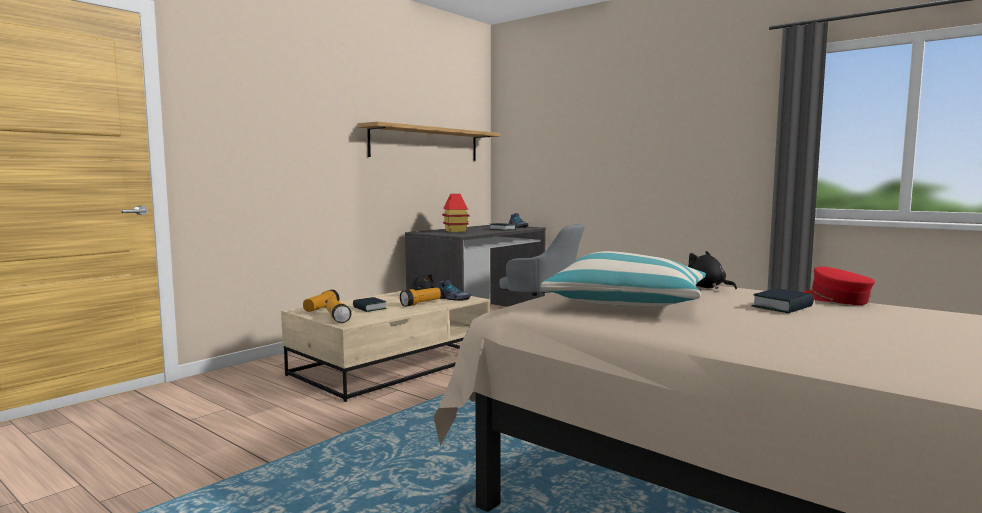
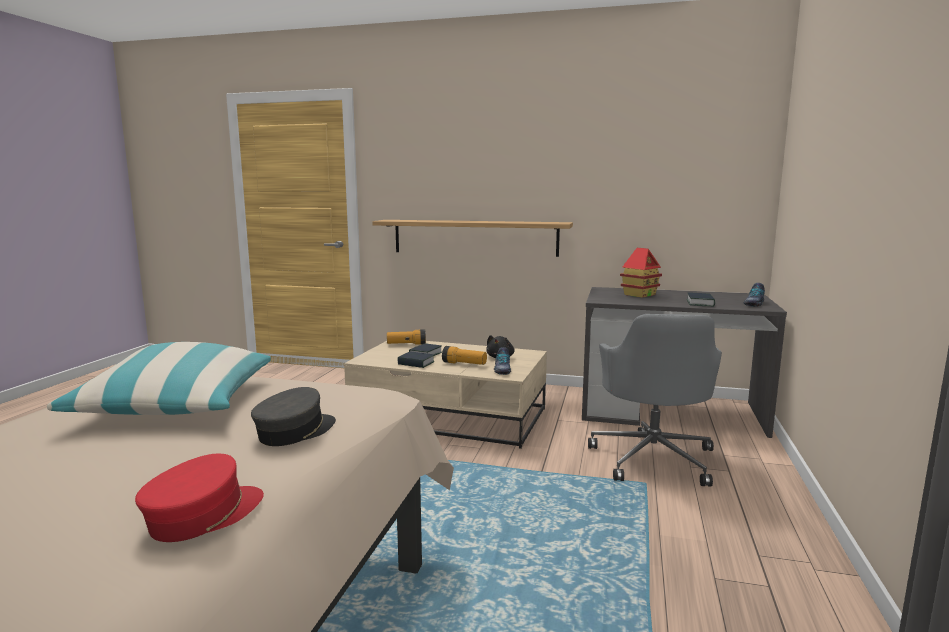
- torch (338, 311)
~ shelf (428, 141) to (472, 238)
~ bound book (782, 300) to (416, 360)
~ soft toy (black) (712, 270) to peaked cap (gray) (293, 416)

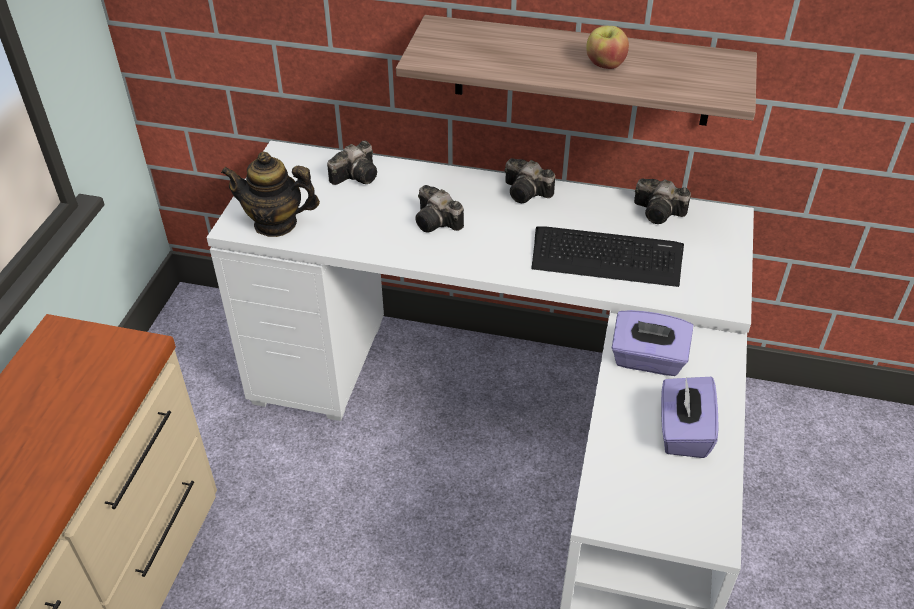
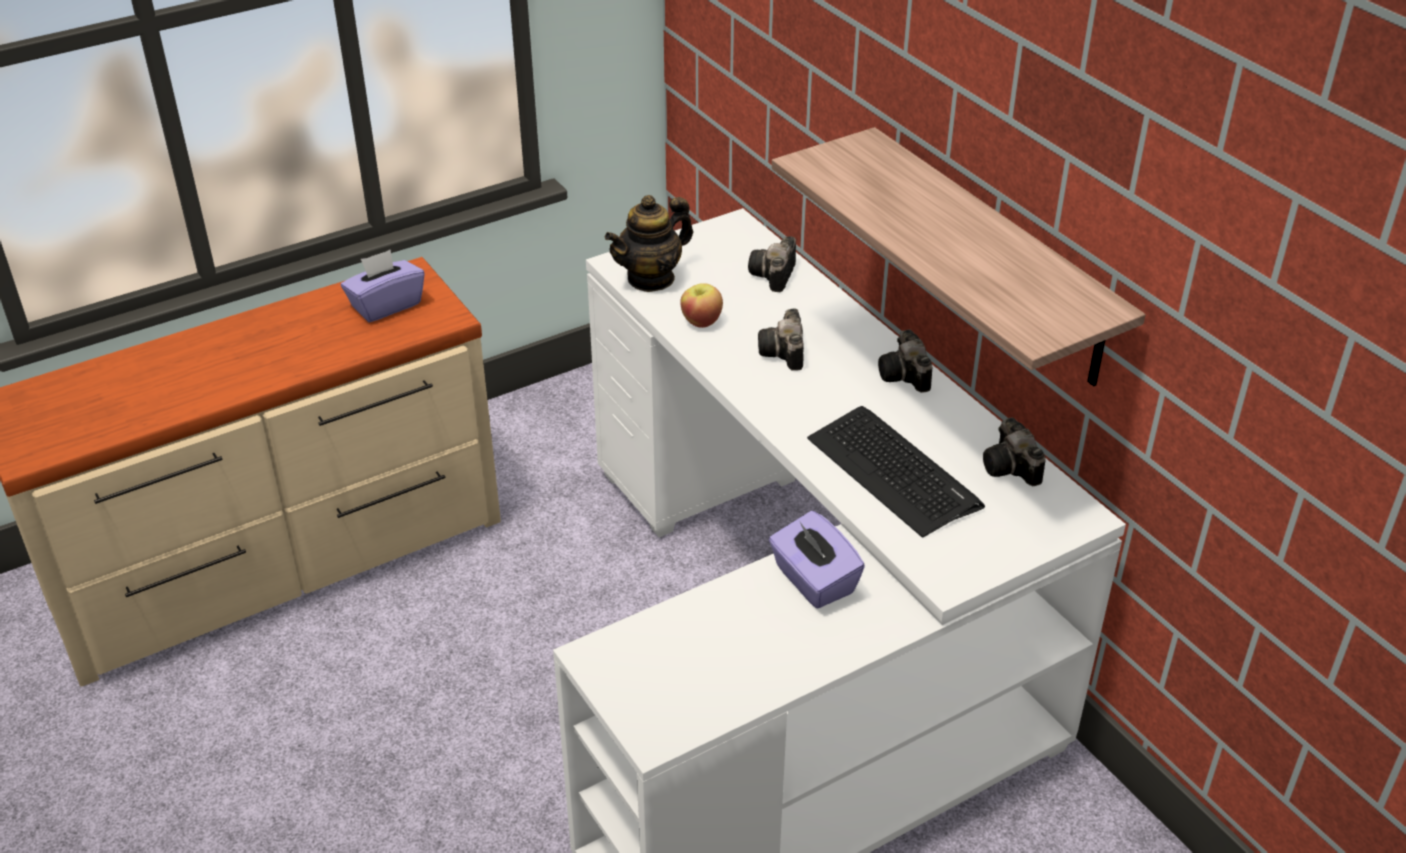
~ apple fruit (607, 47) to (701, 305)
~ box of tissues (purple) (689, 417) to (383, 286)
~ pot for tea (270, 194) = (649, 243) 90 degrees counterclockwise
~ photo camera (352, 162) = (772, 264) 105 degrees clockwise

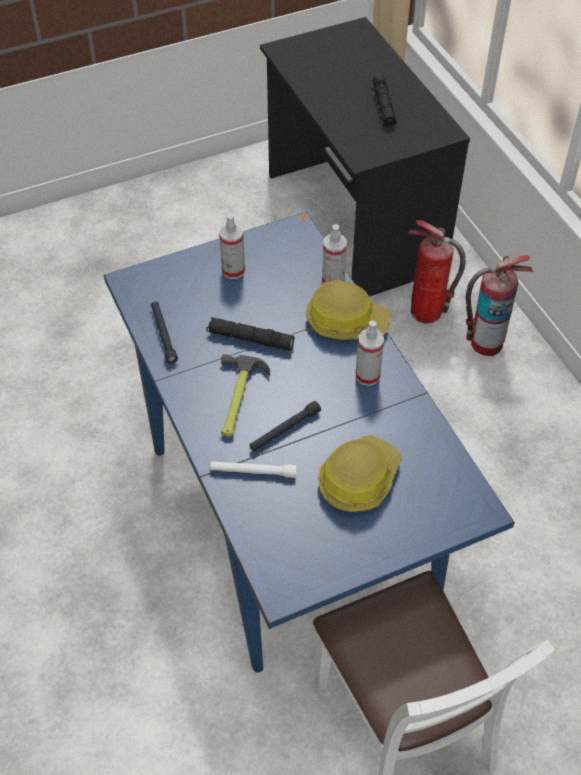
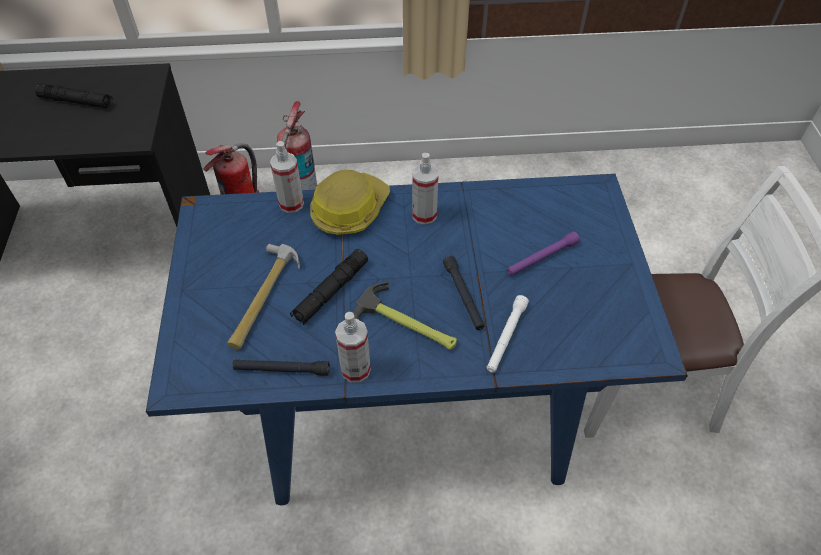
+ tool hammer (264, 296)
~ spray bottle (232, 246) to (353, 347)
~ work helmet (360, 473) to torch (purple) (543, 253)

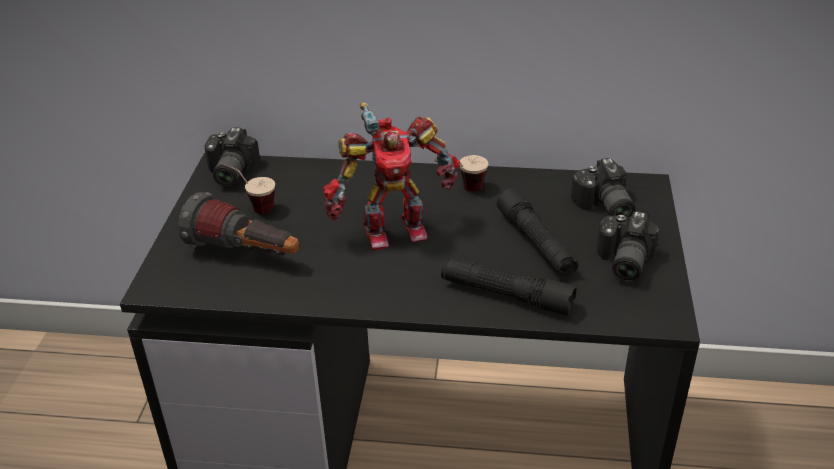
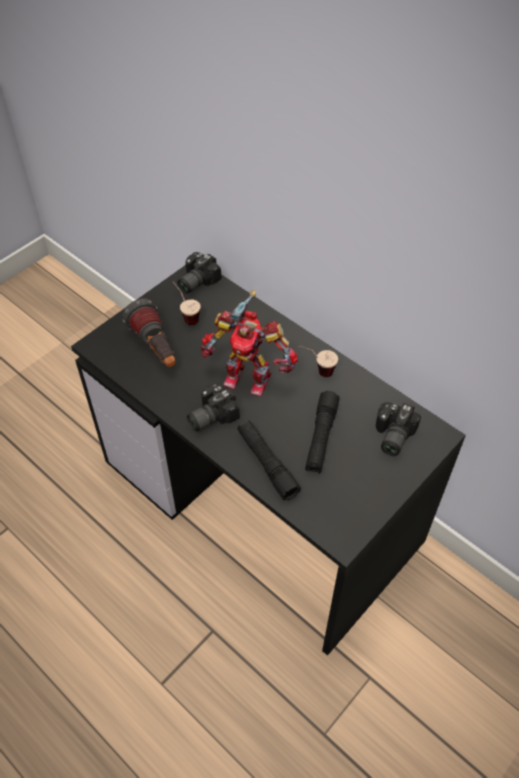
~ photo camera (628, 246) to (213, 406)

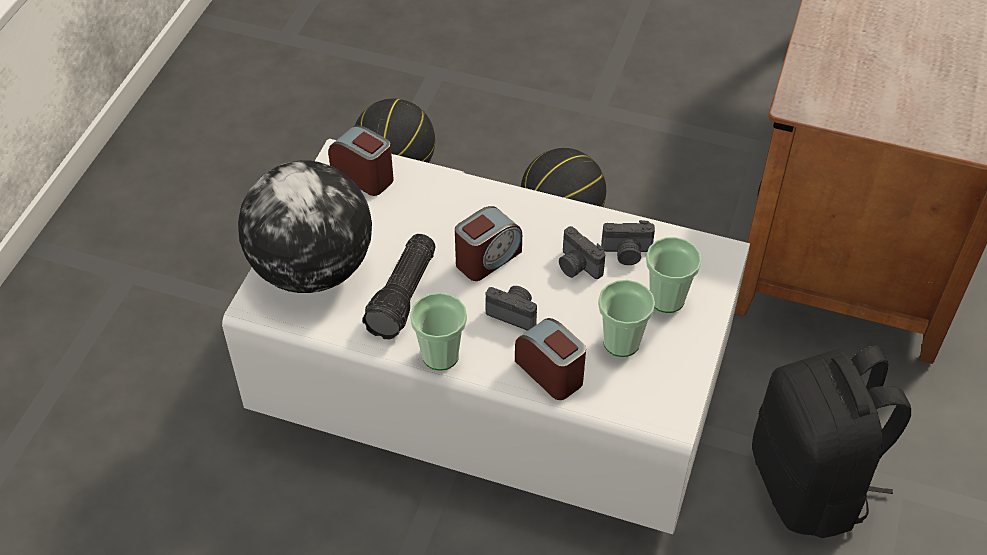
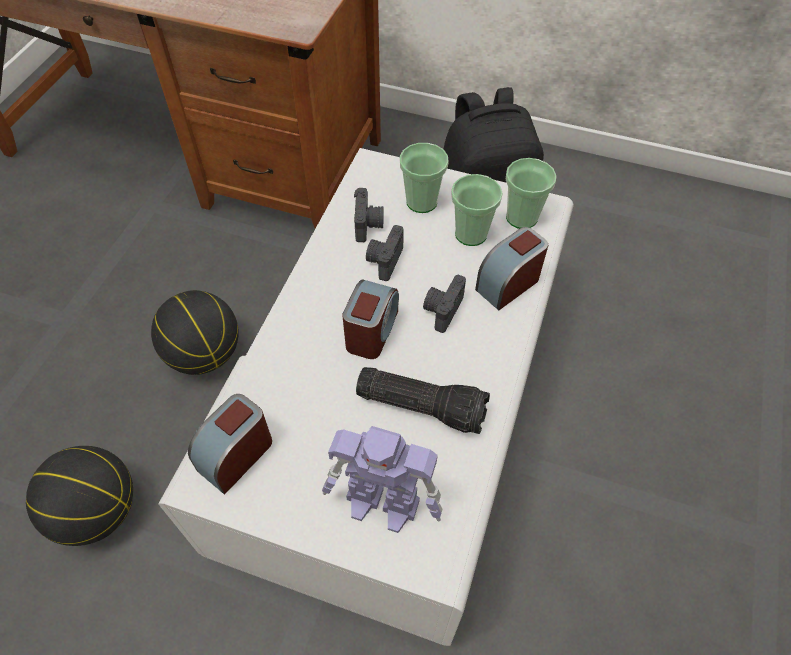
~ cup (438, 332) to (531, 193)
~ globe (305, 226) to robot figure (382, 479)
~ table clock (488, 243) = (370, 319) 60 degrees clockwise
~ photo camera (582, 252) = (385, 253) 150 degrees clockwise

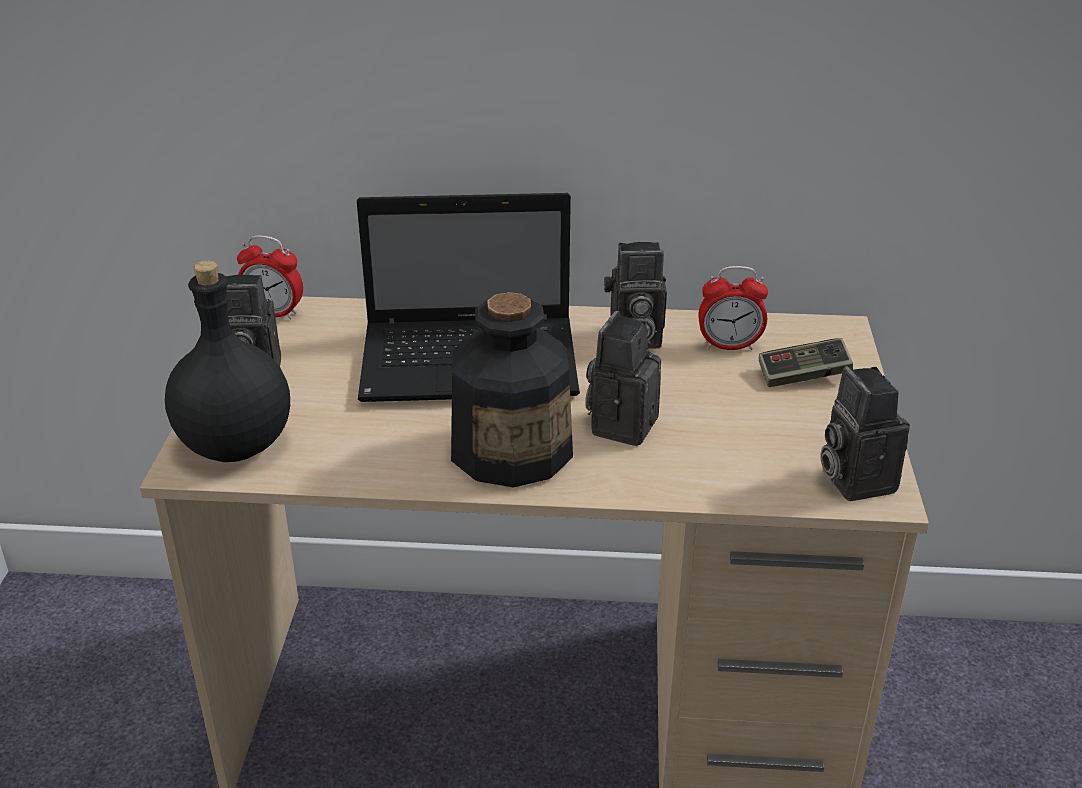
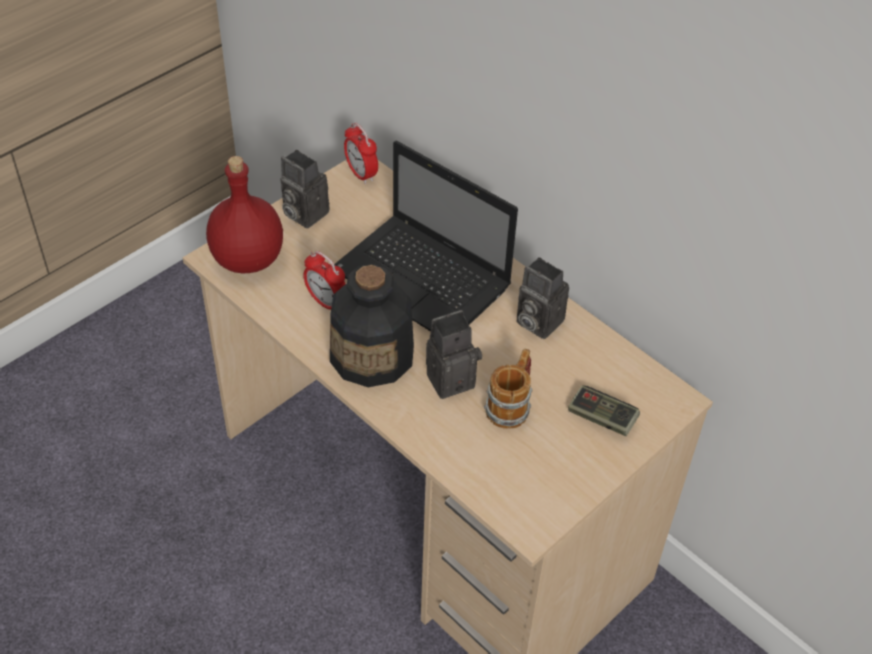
- photo camera (865, 433)
+ tea mug (508, 389)
~ table clock (733, 308) to (324, 280)
~ bottle (black) (227, 361) to bottle (red-coloured) (244, 214)

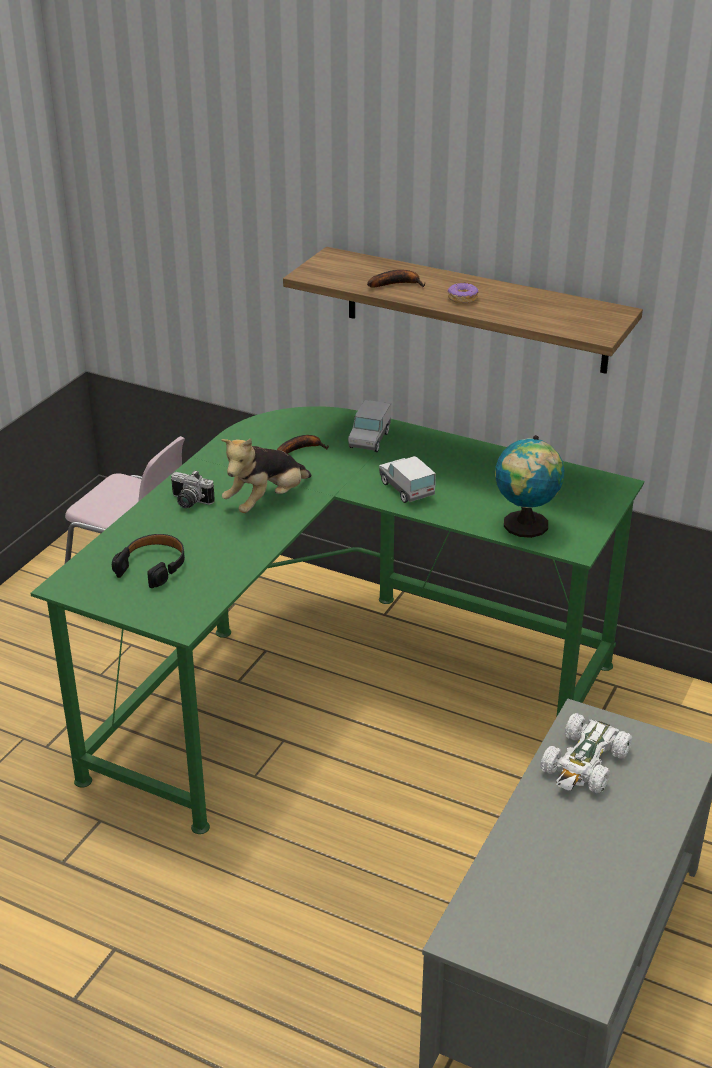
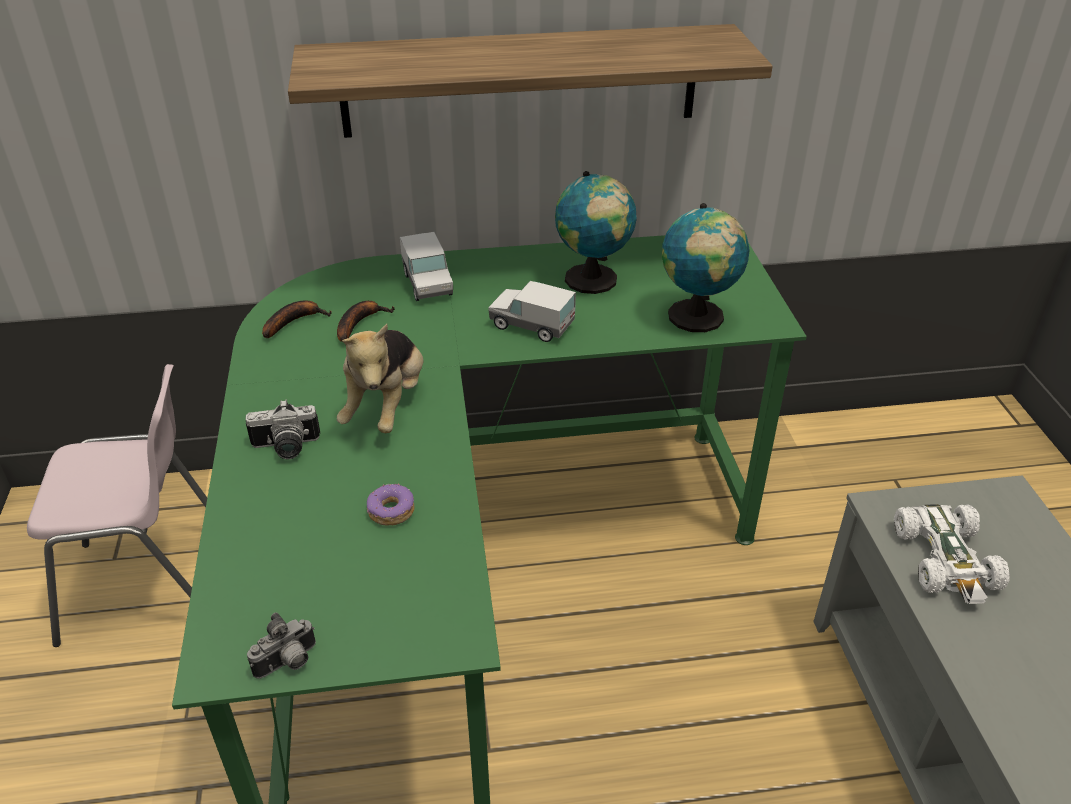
- headphones (black) (148, 561)
+ photo camera (281, 645)
+ globe (596, 232)
~ banana fruit (396, 279) to (297, 319)
~ ring doughnut (463, 293) to (391, 504)

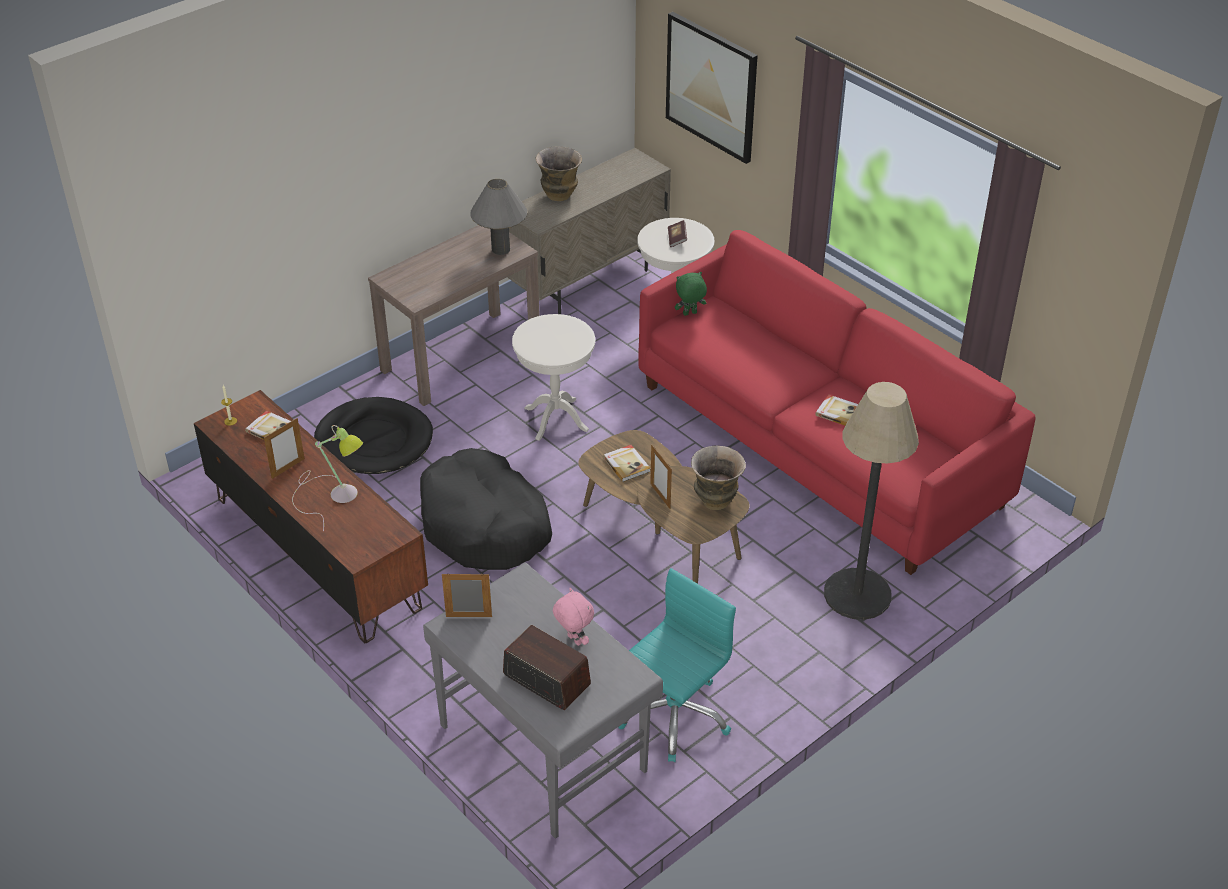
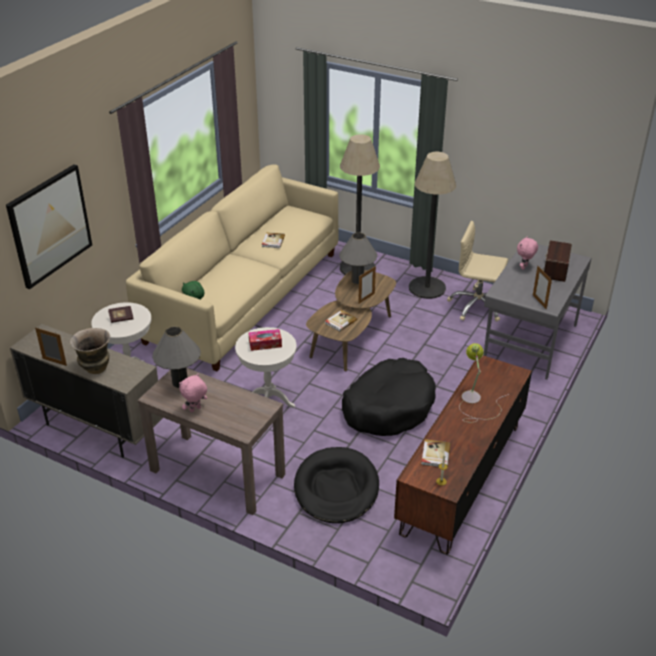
+ soft toy (pinkish) (193, 392)
+ box of tissues (265, 340)
+ standard lamp (432, 225)
~ photo frame (284, 448) to (51, 346)
~ flower vase (718, 477) to table lamp (gray) (358, 258)
~ office chair (turquoise-coloured) (677, 665) to office chair (beige) (477, 271)
~ sofa (red-coloured) (837, 402) to sofa (beige) (232, 267)

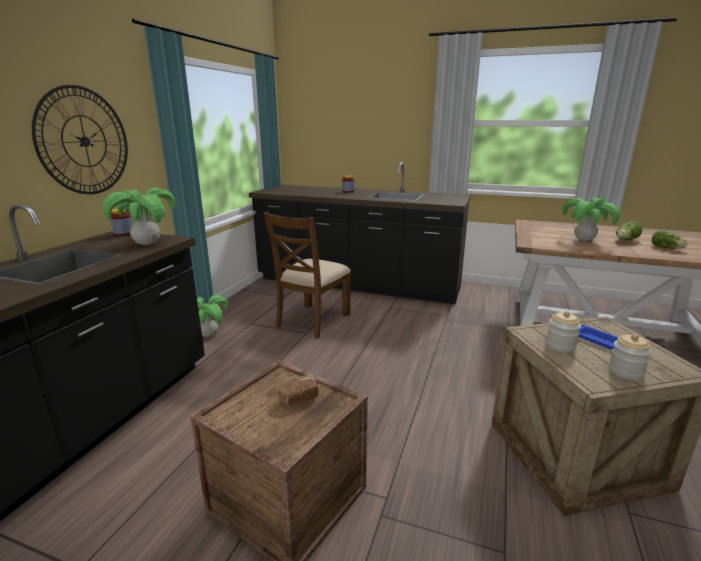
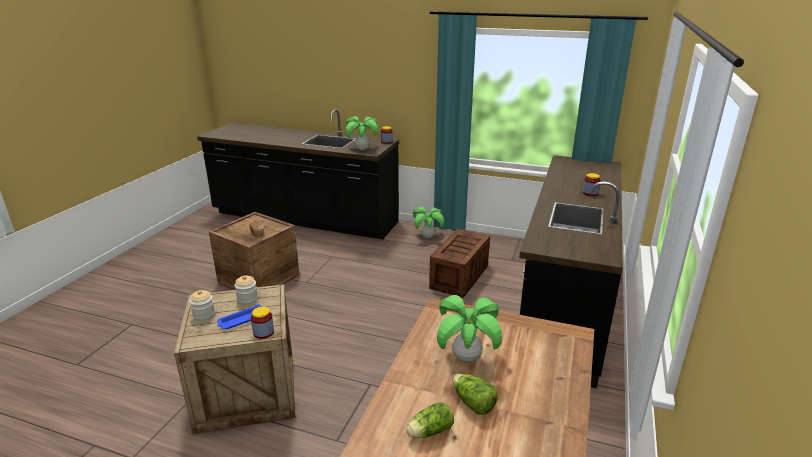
- clock on the wall (80, 139)
+ storage jar (262, 323)
~ plain chair (brown-coloured) (307, 275) to packing crate (459, 263)

